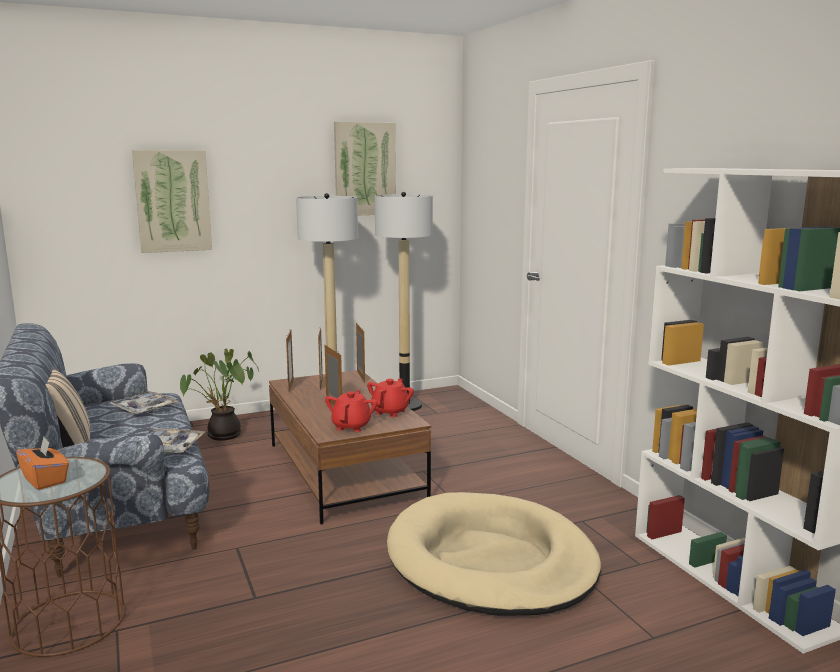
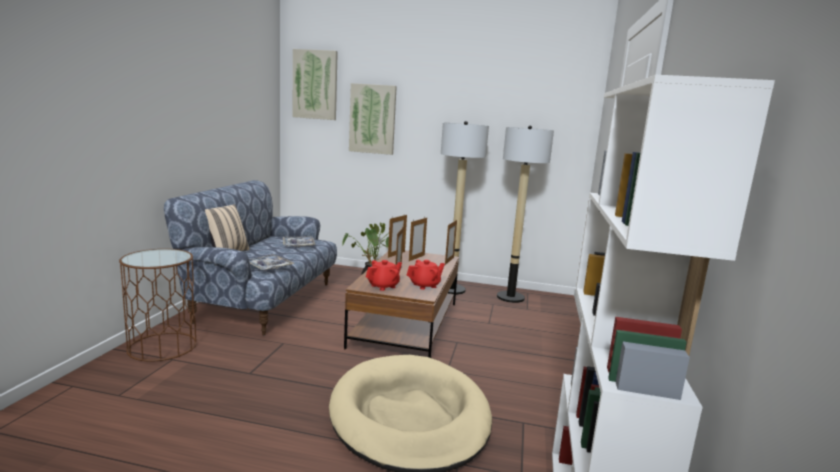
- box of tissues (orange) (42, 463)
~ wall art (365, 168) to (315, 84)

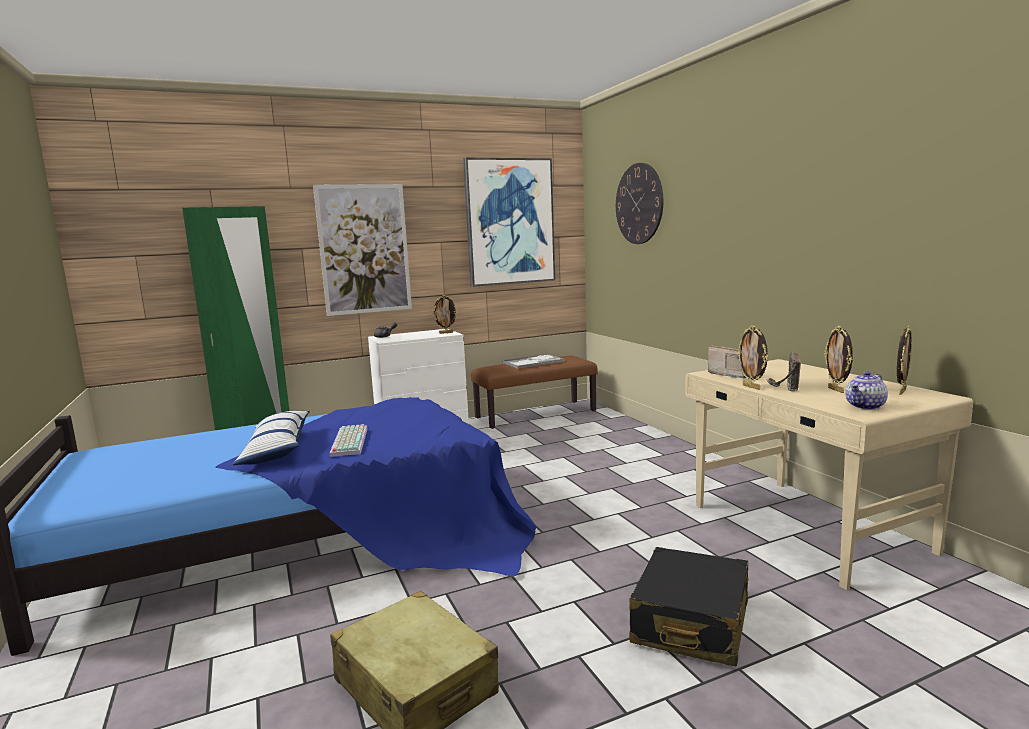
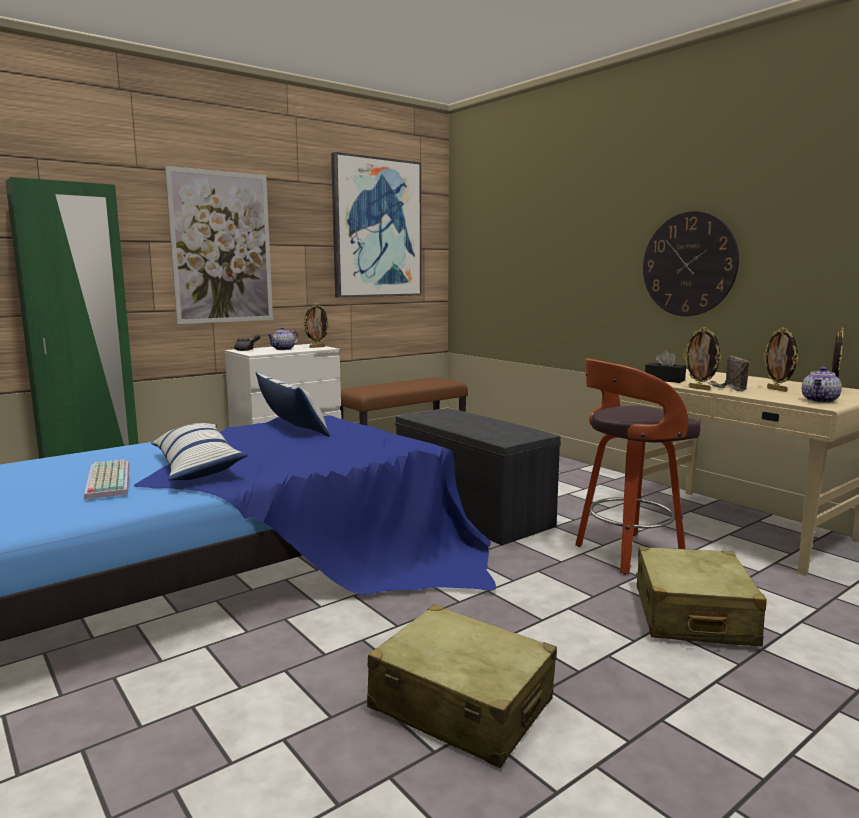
- carrying tray (533, 361)
+ pillow (293, 404)
+ pot for tea (283, 338)
+ bench (gray) (478, 477)
+ sitting stool (637, 467)
~ computer keyboard (348, 440) to (106, 479)
~ clock on the wall (639, 203) to (691, 263)
~ radio (727, 362) to box of tissues (black) (665, 366)
~ travel case (black) (689, 607) to travel case (beige) (701, 596)

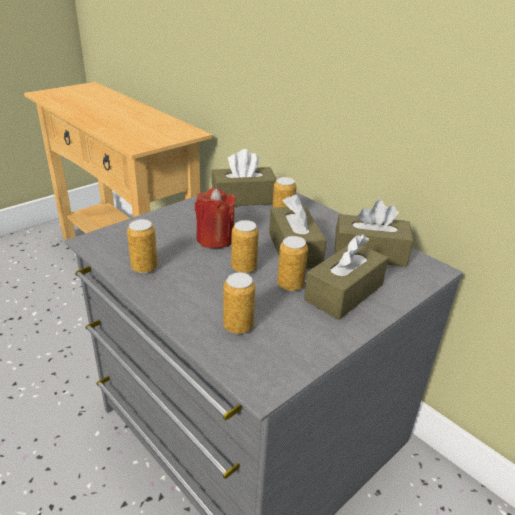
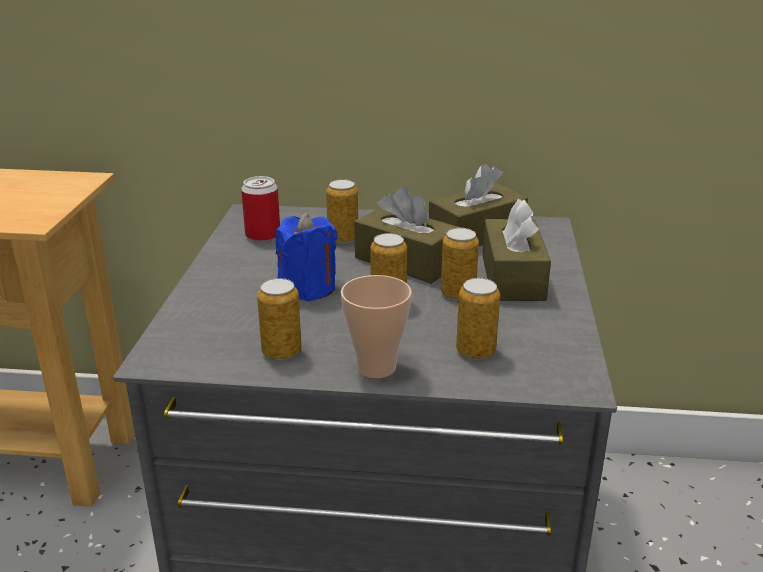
+ cup (376, 326)
~ box of tissues (brown-coloured) (244, 177) to metal can (260, 209)
~ wax light (red-coloured) (215, 218) to wax light (bluish) (306, 256)

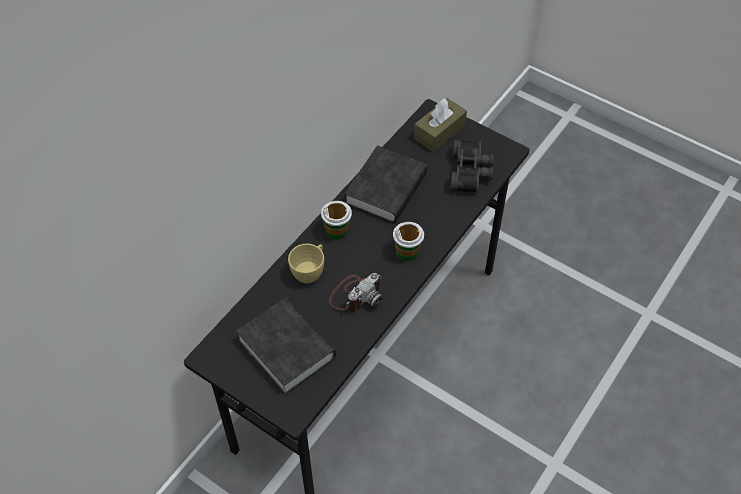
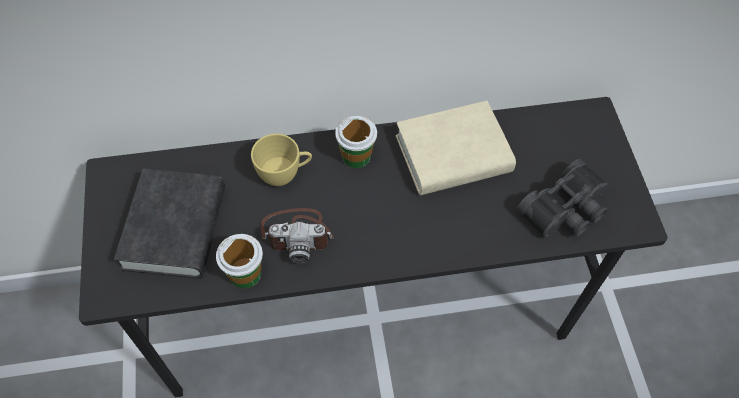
- box of tissues (brown-coloured) (440, 125)
~ cup (408, 242) to (239, 261)
~ bound book (black) (386, 184) to bound book (beige) (456, 148)

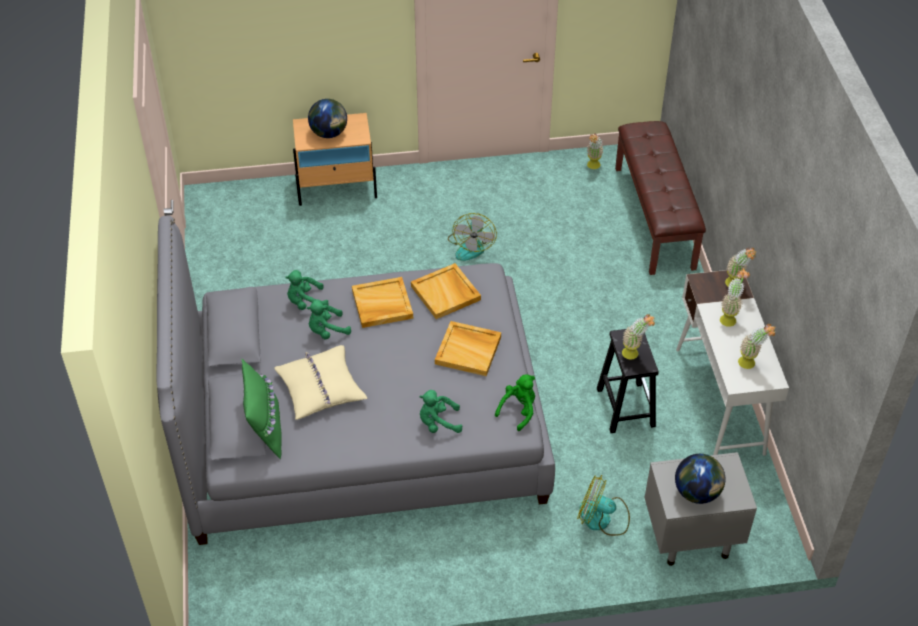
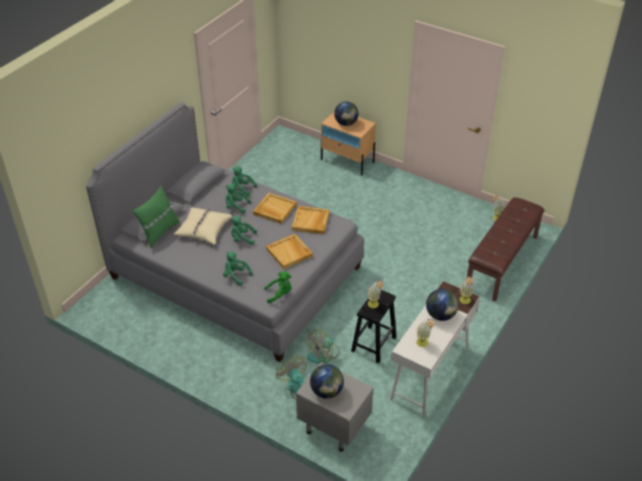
+ soft toy (green) (244, 230)
~ cooling fan (472, 237) to (323, 346)
~ potted plant (735, 298) to globe (442, 305)

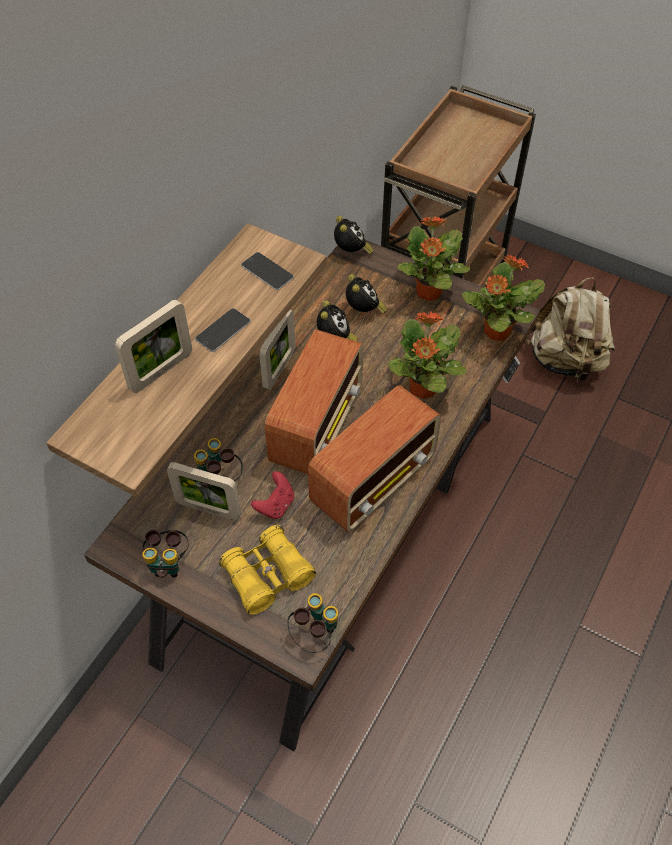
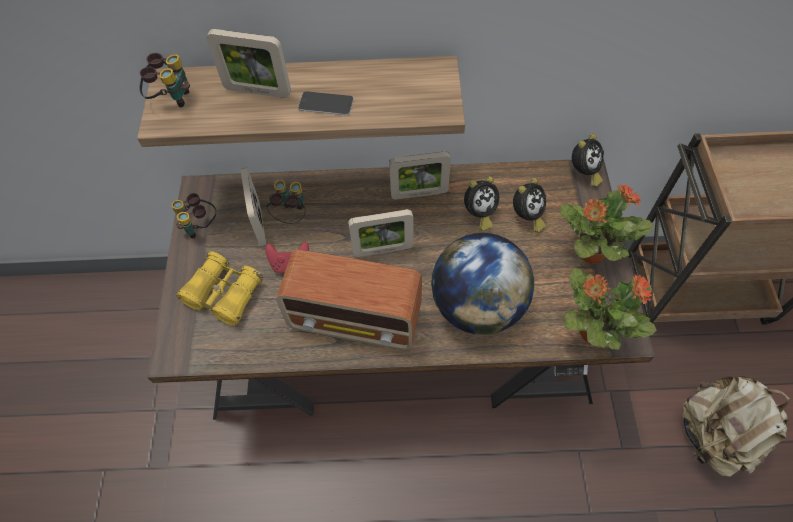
- handset (267, 271)
~ pair of binoculars (313, 623) to (165, 80)
~ radio (314, 401) to photo frame (380, 233)
~ potted plant (427, 355) to globe (482, 284)

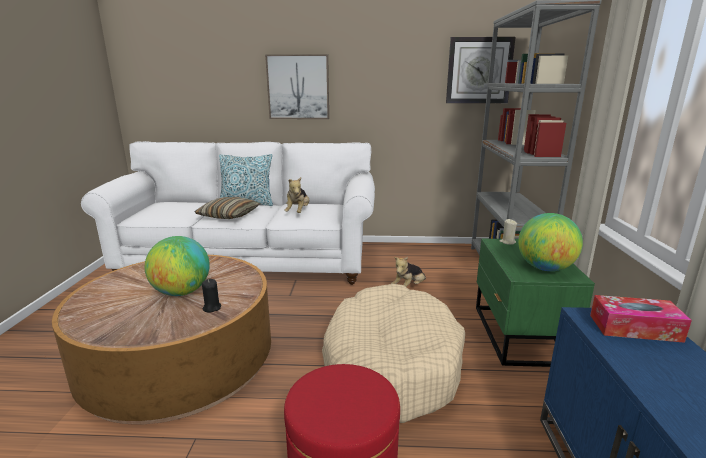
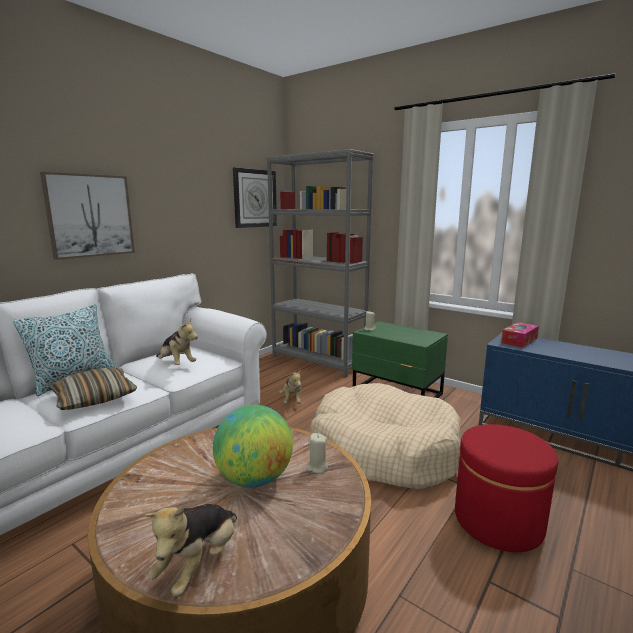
- globe (550, 242)
+ soft toy (191, 550)
~ wax light (black) (211, 295) to wax light (beige) (317, 453)

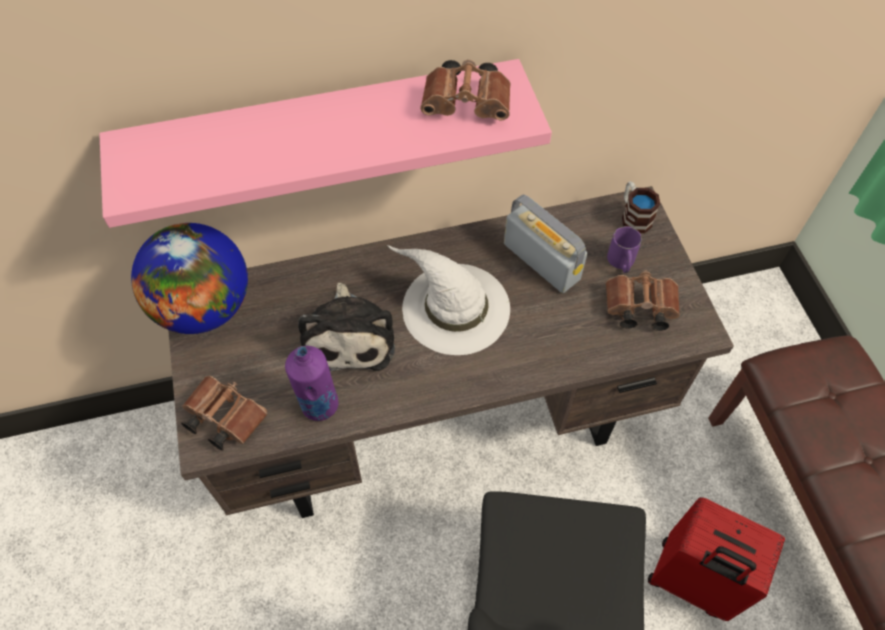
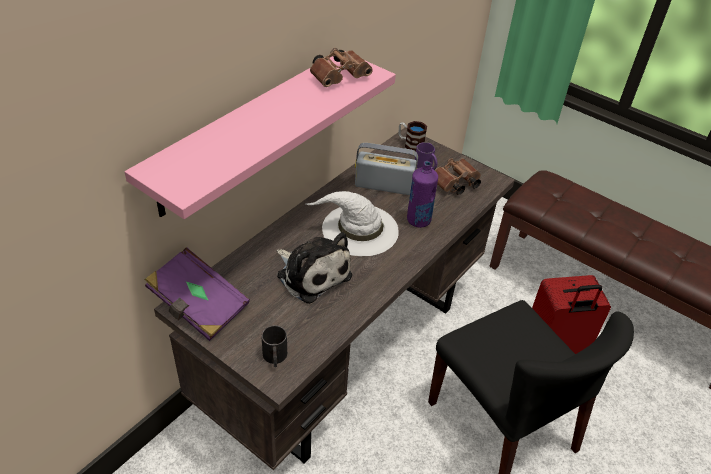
~ bottle (purple) (311, 383) to (422, 194)
~ globe (189, 278) to bound book (purple) (197, 294)
~ pair of binoculars (brown-coloured) (224, 413) to tea mug (black) (274, 346)

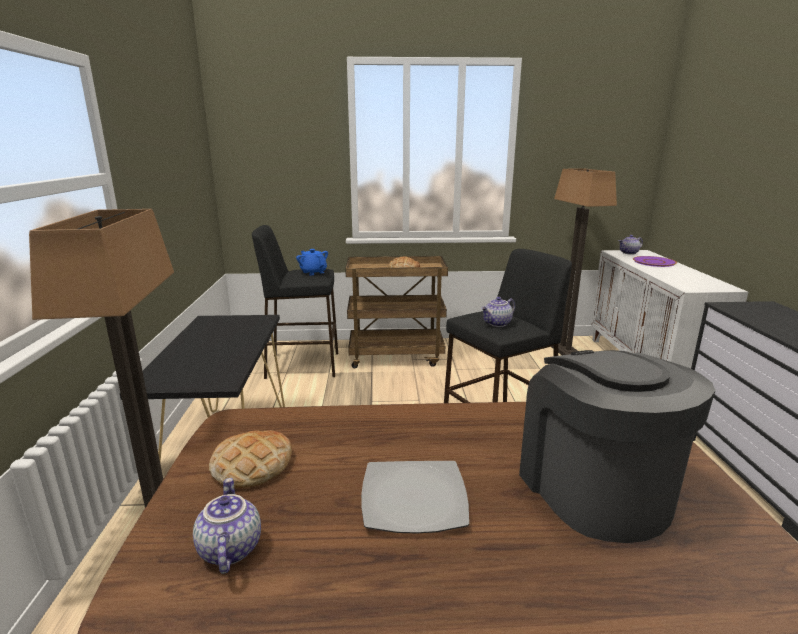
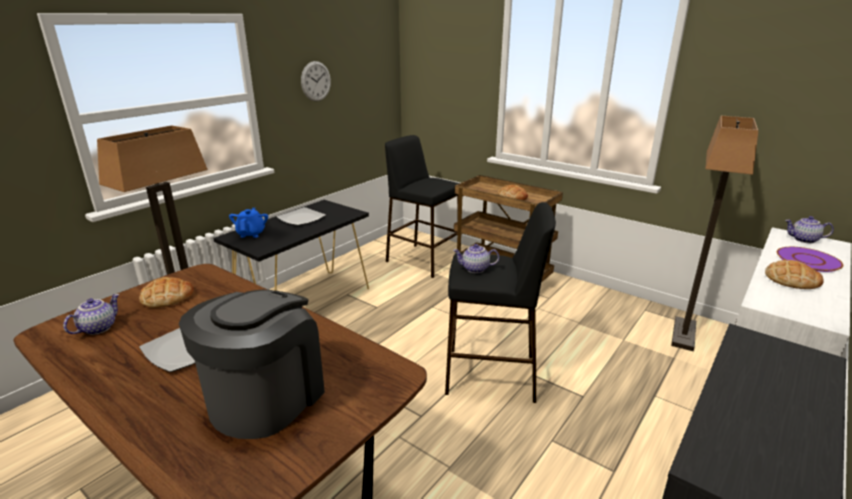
+ plate (301, 216)
+ clock on the wall (316, 81)
+ bread (794, 274)
~ pot for tea (bluish) (312, 262) to (248, 223)

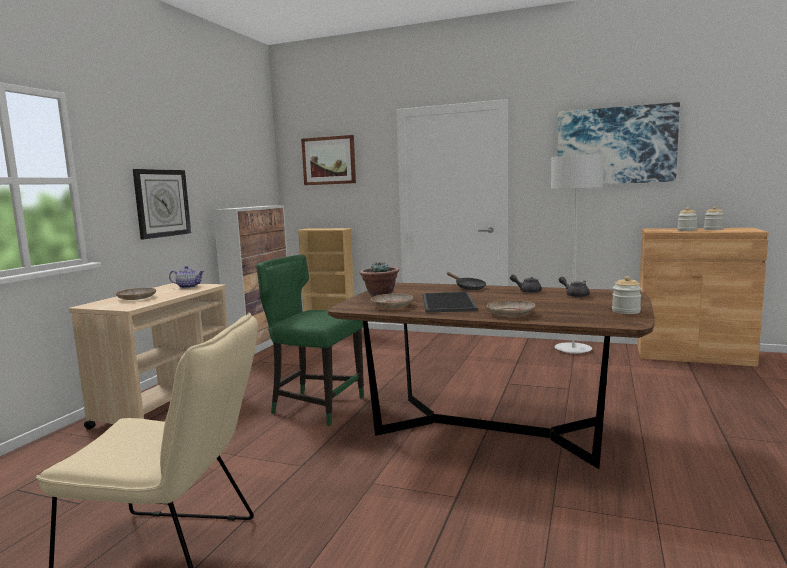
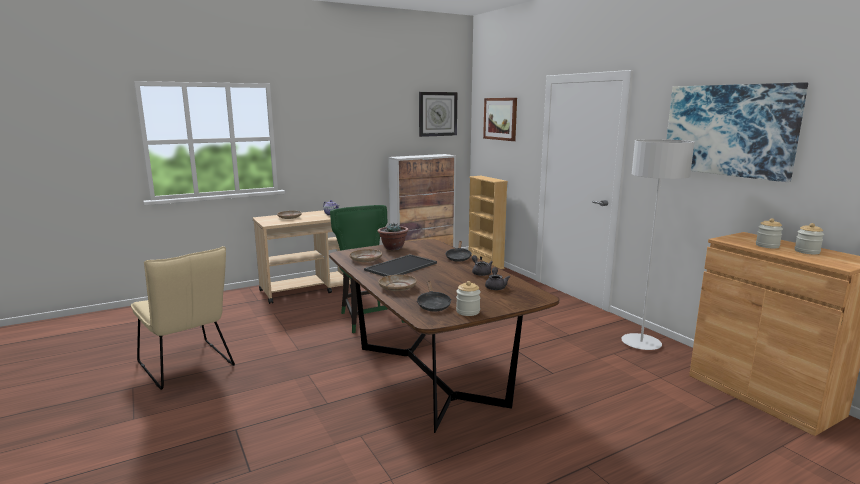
+ frying pan (black) (434, 296)
~ clock on the wall (162, 204) to (438, 114)

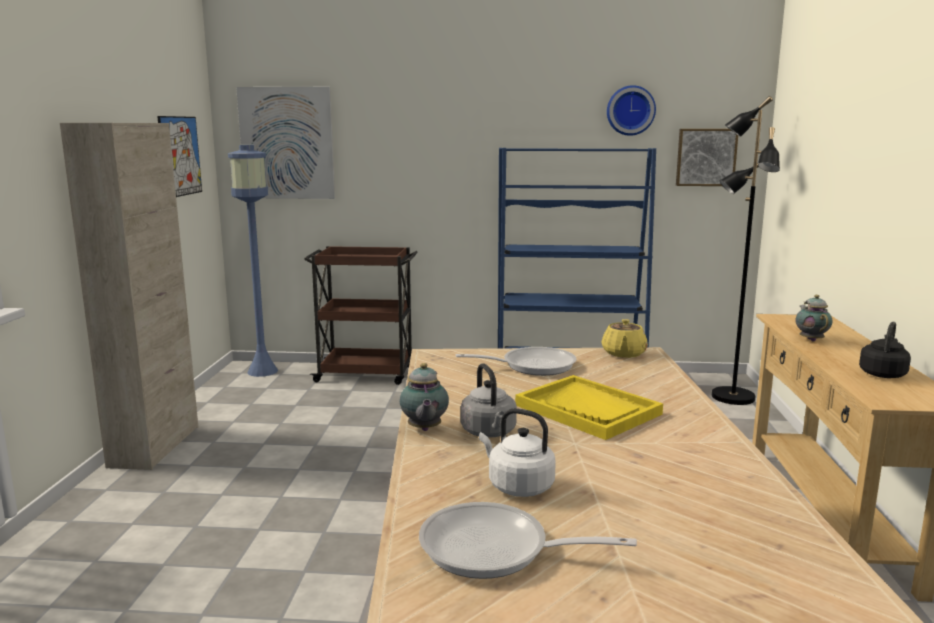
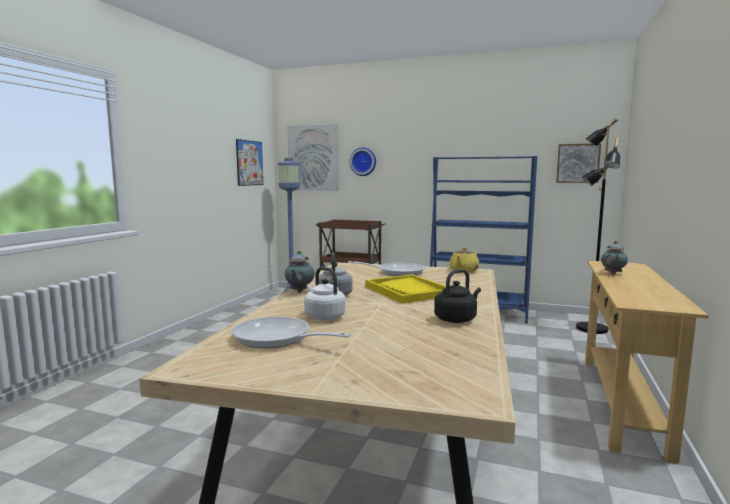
- cabinet (beige) (129, 296)
~ clock on the wall (631, 110) to (363, 161)
~ water kettle (black) (885, 350) to (457, 296)

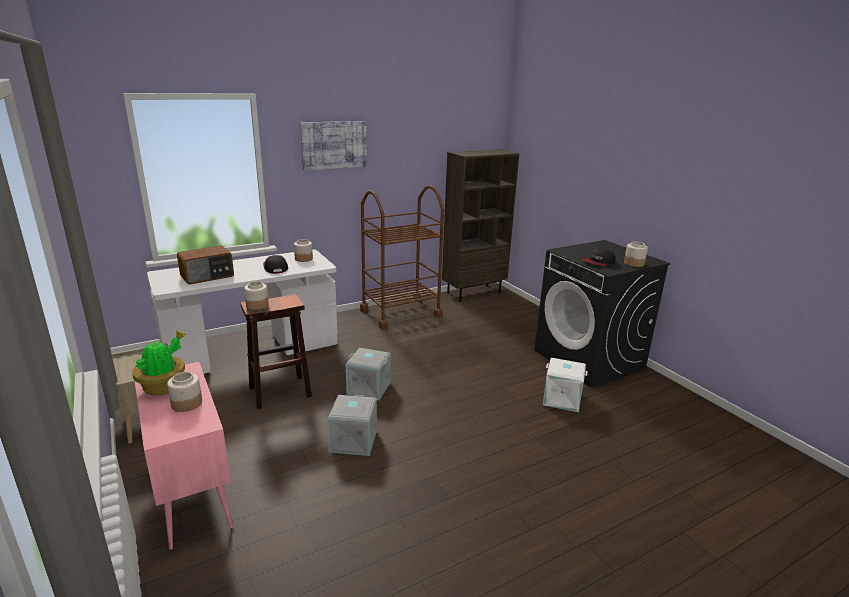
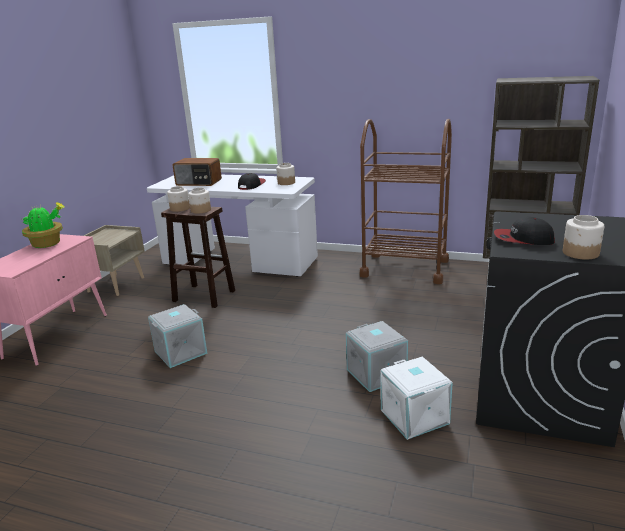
- wall art (333, 145)
~ storage jar (184, 392) to (199, 200)
~ storage container (gray) (368, 374) to (377, 356)

